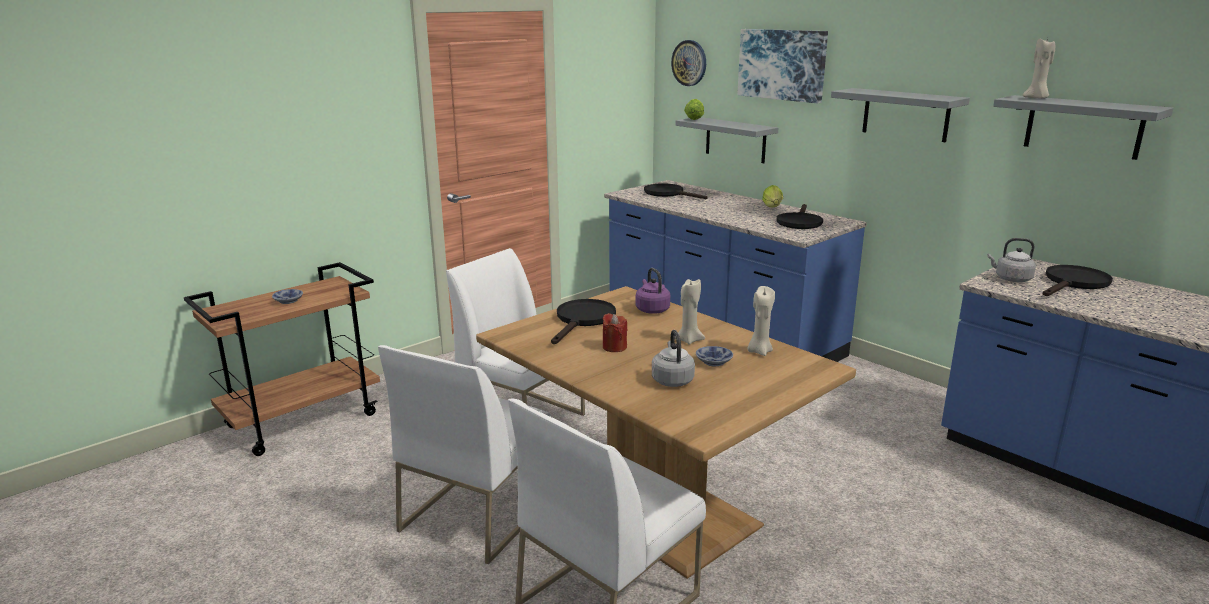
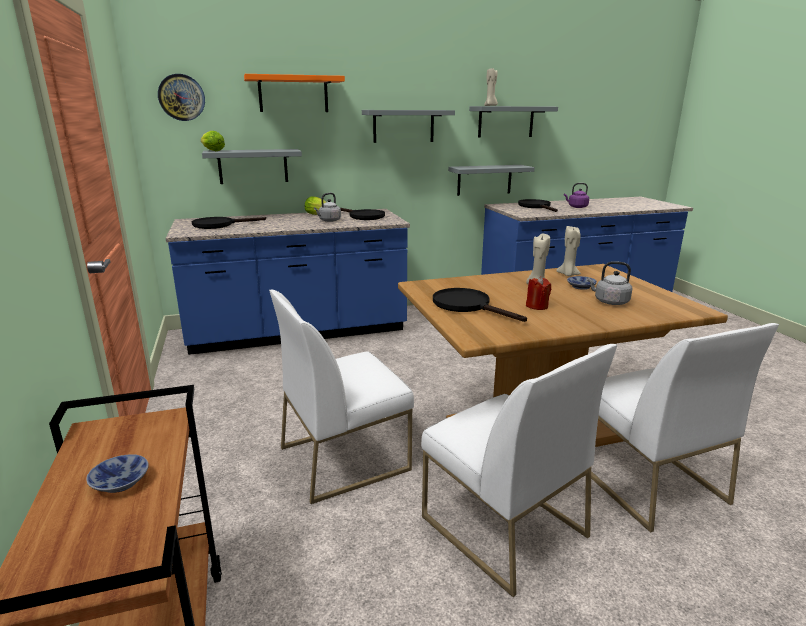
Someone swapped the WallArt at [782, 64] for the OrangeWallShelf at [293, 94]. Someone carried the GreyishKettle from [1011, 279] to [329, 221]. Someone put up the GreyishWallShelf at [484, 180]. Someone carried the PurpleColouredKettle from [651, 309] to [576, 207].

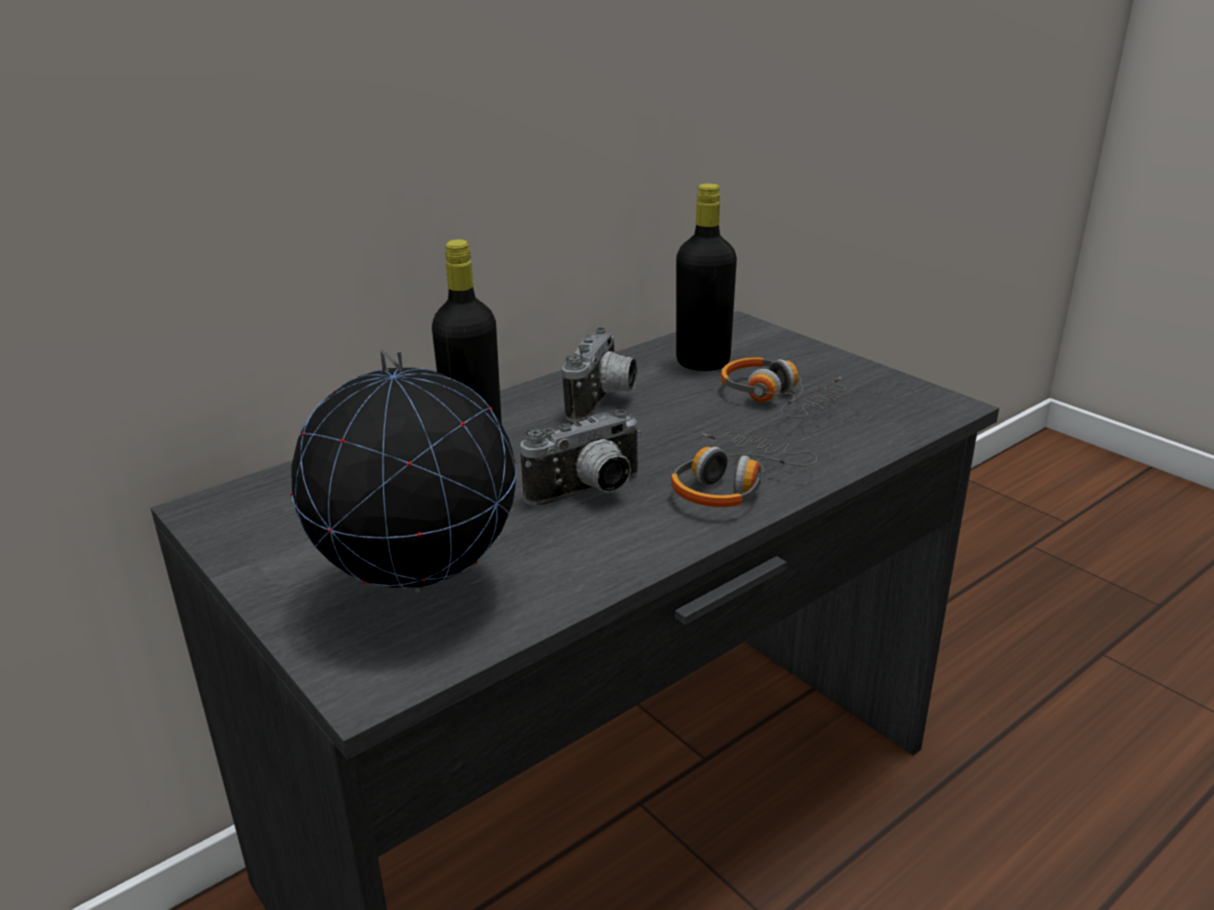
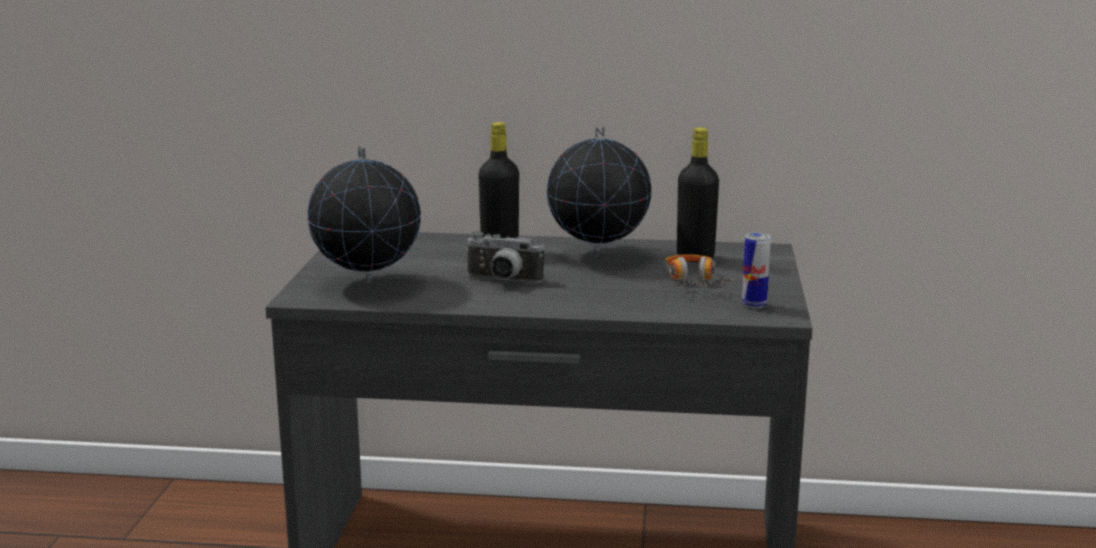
Someone swapped the StillCamera at [604, 401] for the Globe at [598, 255]. Someone put down the MetalCan at [754, 305]. Someone took away the PairOfHeadphones at [733, 484].

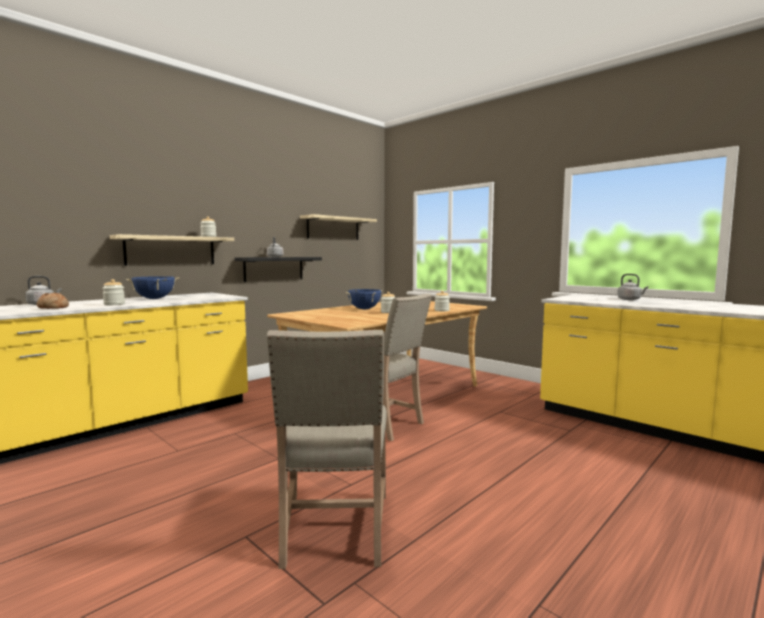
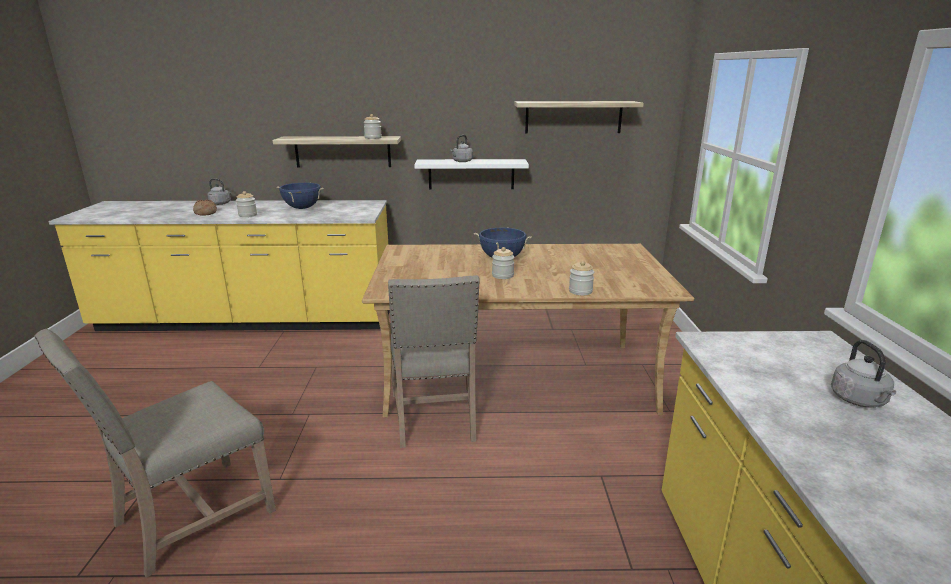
Someone repainted the BlackColouredWallShelf at [274, 268], which became the WhiteWallShelf at [471, 174].

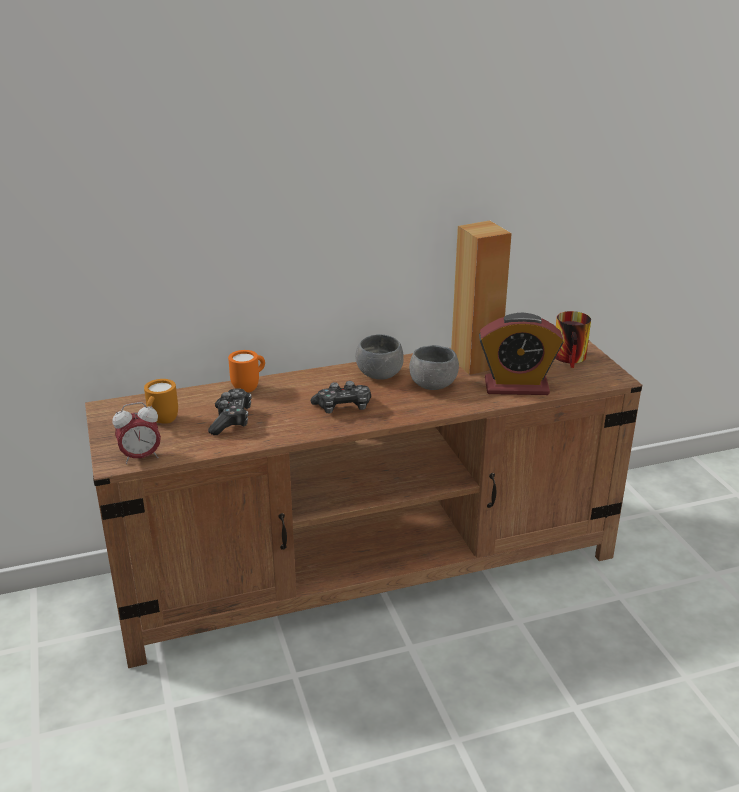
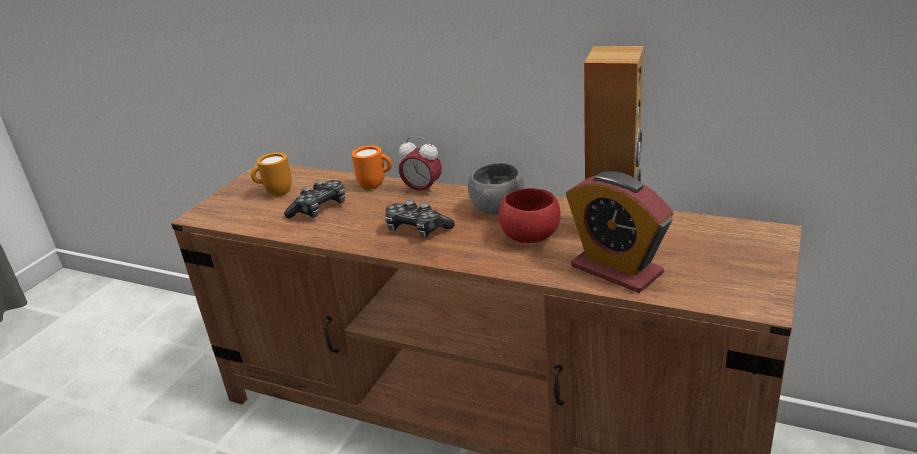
Someone carried the AlarmClock from [141, 457] to [422, 190]. Someone repainted the GreyishDeepDish at [433, 385], which became the ReddishDeepDish at [531, 236]. Someone took away the CoffeeMug at [573, 358].

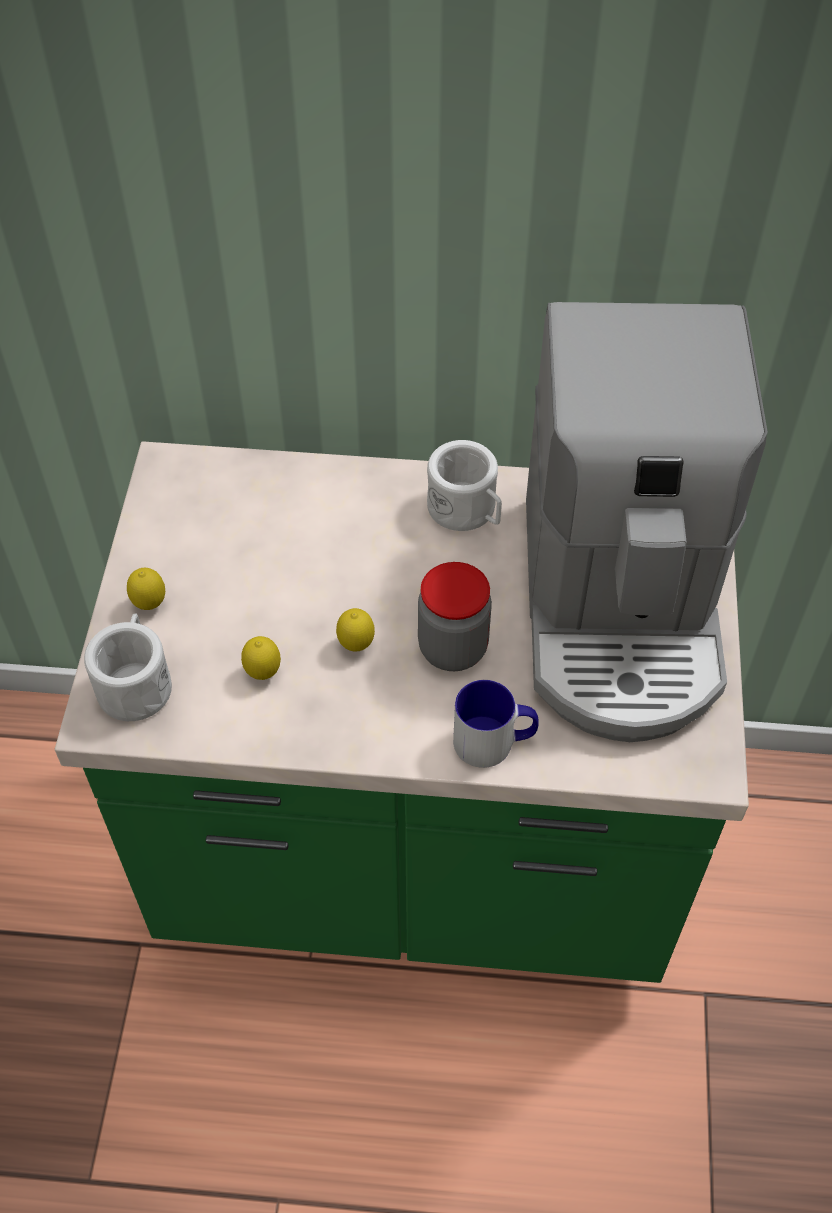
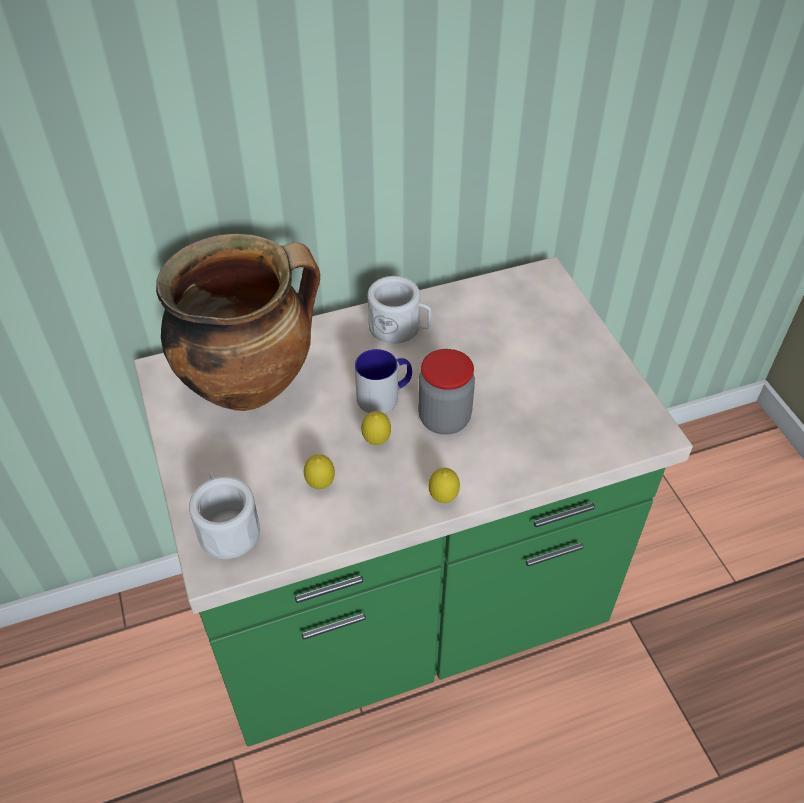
Someone put down the Stockpot at [250, 383]. Someone carried the CoffeeMug from [494, 742] to [385, 396]. Someone carried the WholeLemon from [150, 605] to [443, 498]. Someone took away the CoffeeBrewer at [620, 608].

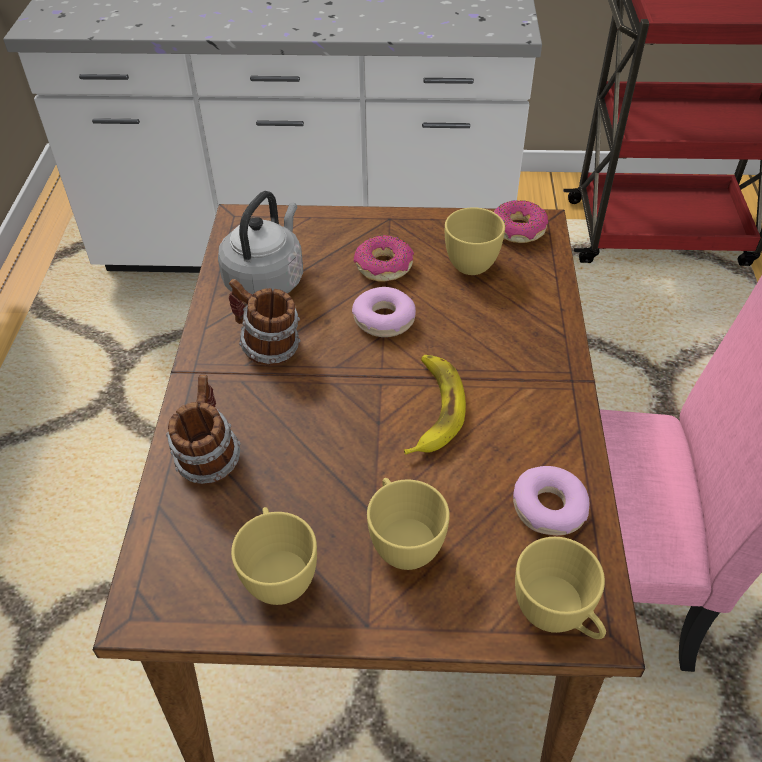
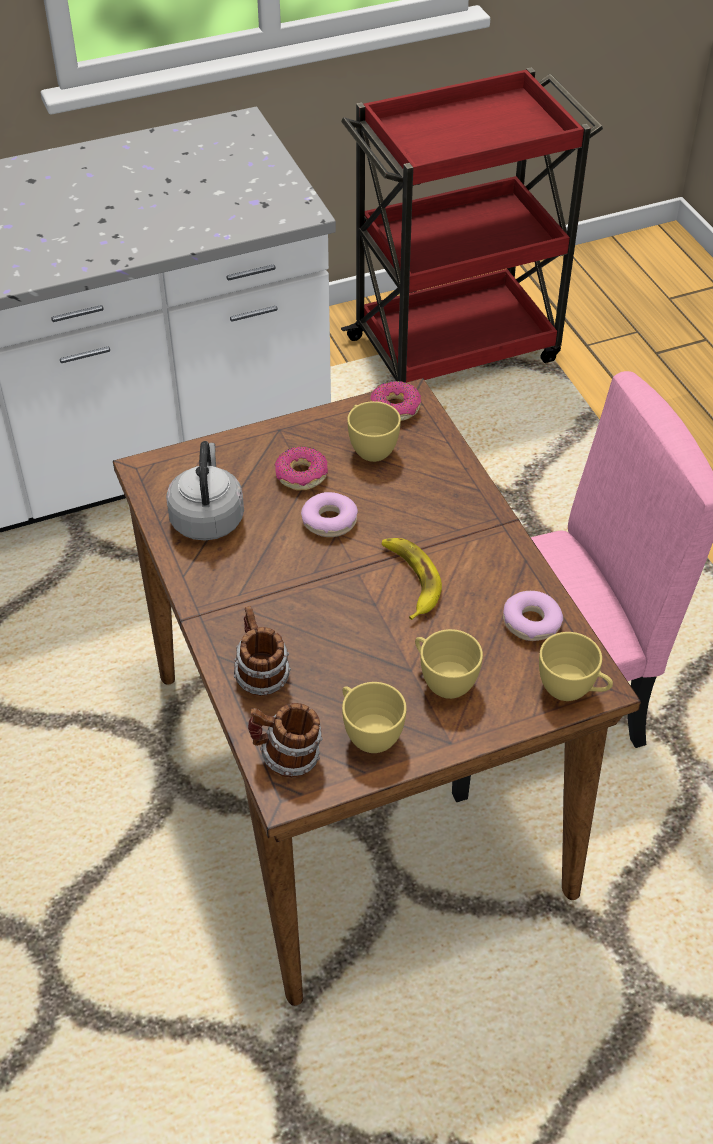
Someone carried the CoffeeMug from [267, 348] to [287, 758].

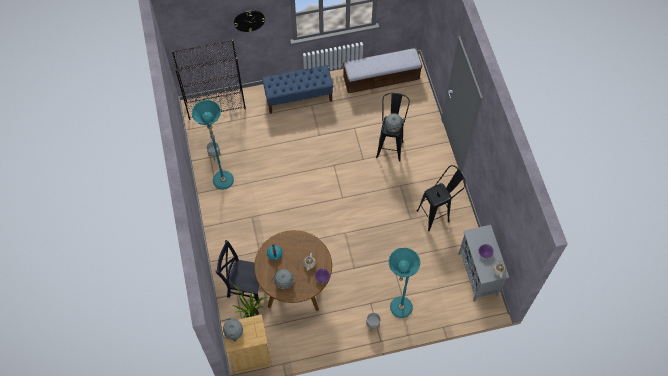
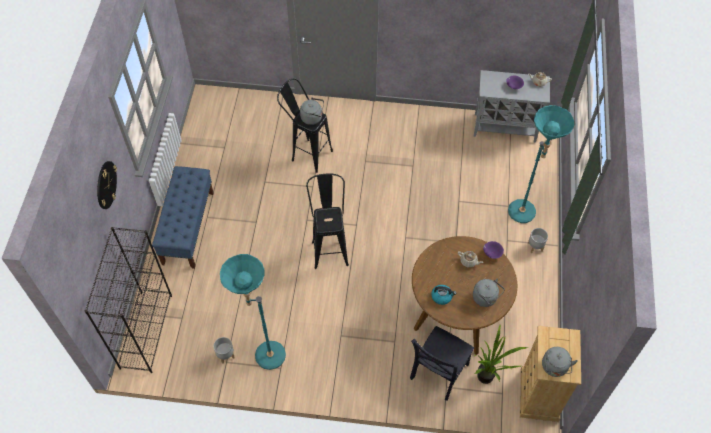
Someone carried the BlackColouredStool from [437, 214] to [329, 247]. Someone took away the LongSeat at [381, 79].

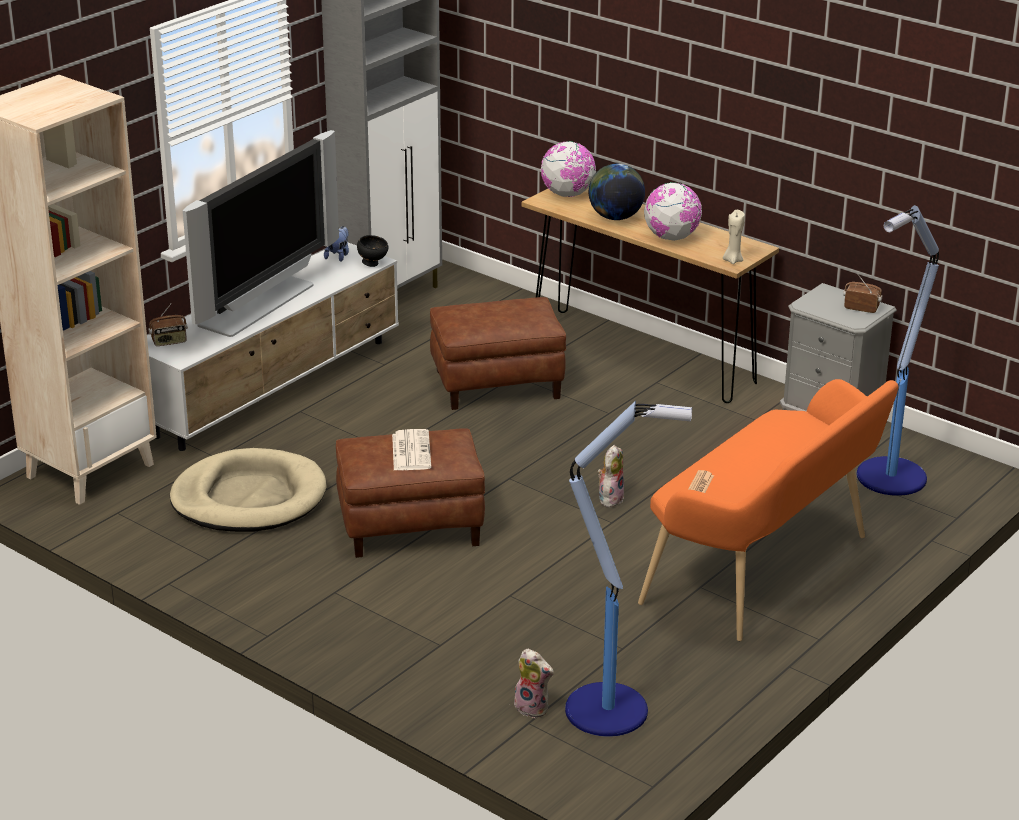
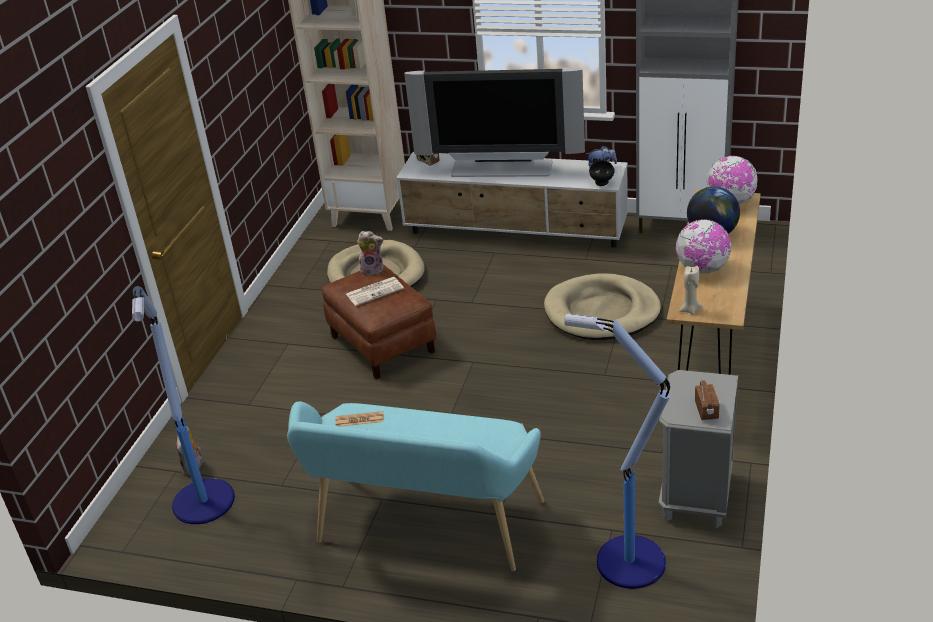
Someone repainted the OrangeLongSeat at [766, 572], which became the TurquoiseLongSeat at [424, 528]. Someone carried the SoftToy from [610, 498] to [373, 269]. Someone swapped the BrownishFootrest at [497, 384] for the SandColouredDogBed at [602, 312].

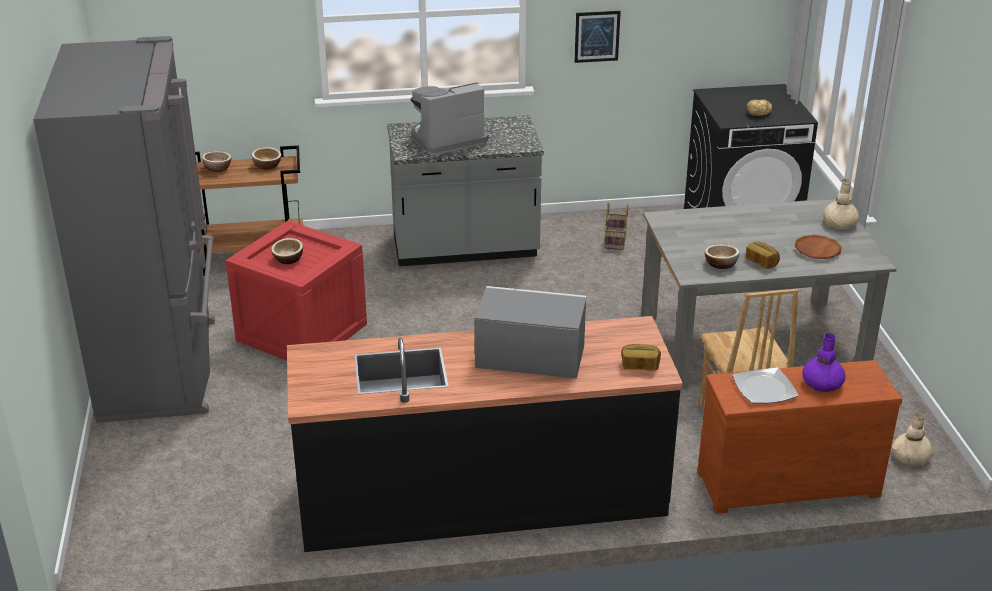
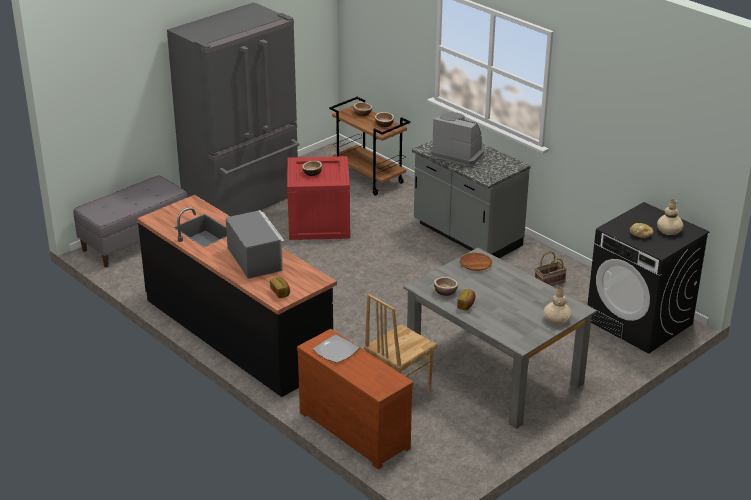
Someone put down the GreyishLongSeat at [135, 241]. Someone carried the BrownishPlate from [817, 250] to [475, 264]. Someone carried the SandColouredVase from [910, 457] to [669, 231]. Someone took away the WallArt at [597, 36]. Someone took away the PurpleColouredVase at [821, 384].

